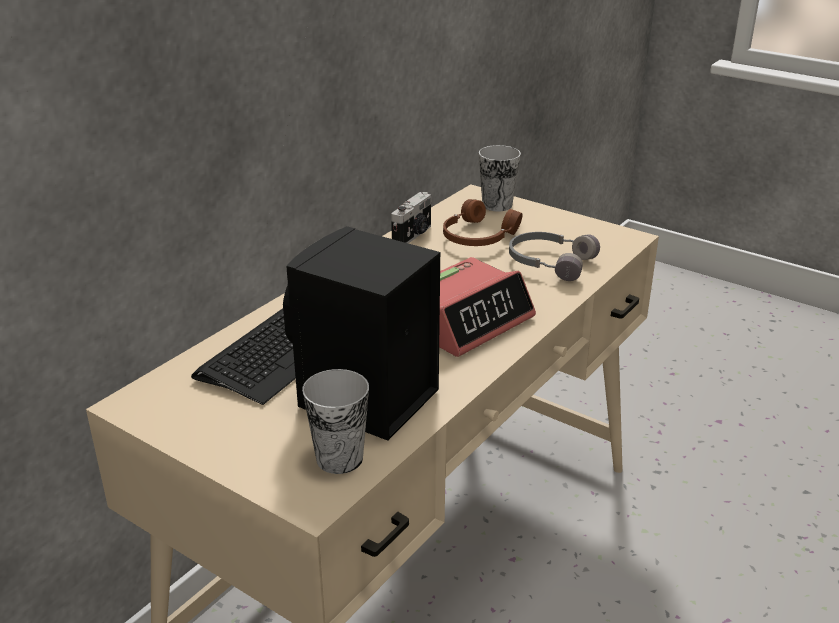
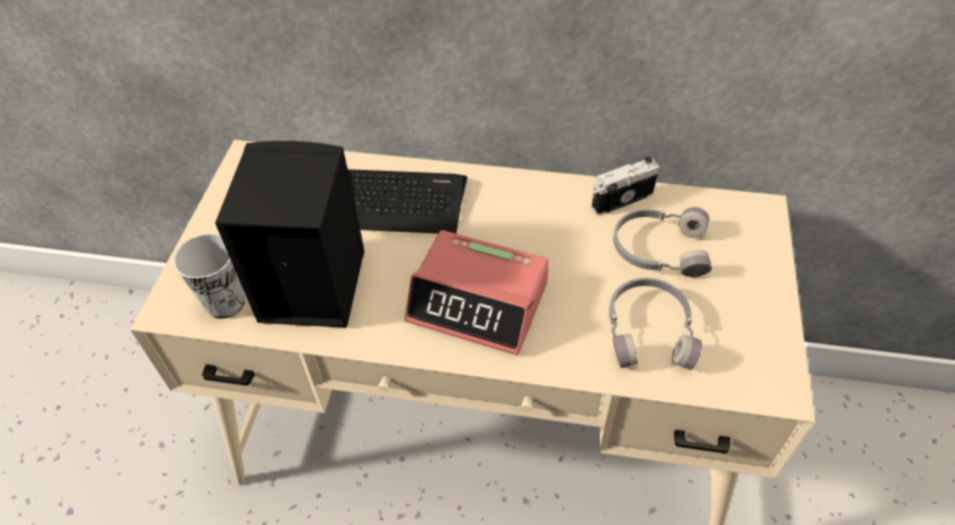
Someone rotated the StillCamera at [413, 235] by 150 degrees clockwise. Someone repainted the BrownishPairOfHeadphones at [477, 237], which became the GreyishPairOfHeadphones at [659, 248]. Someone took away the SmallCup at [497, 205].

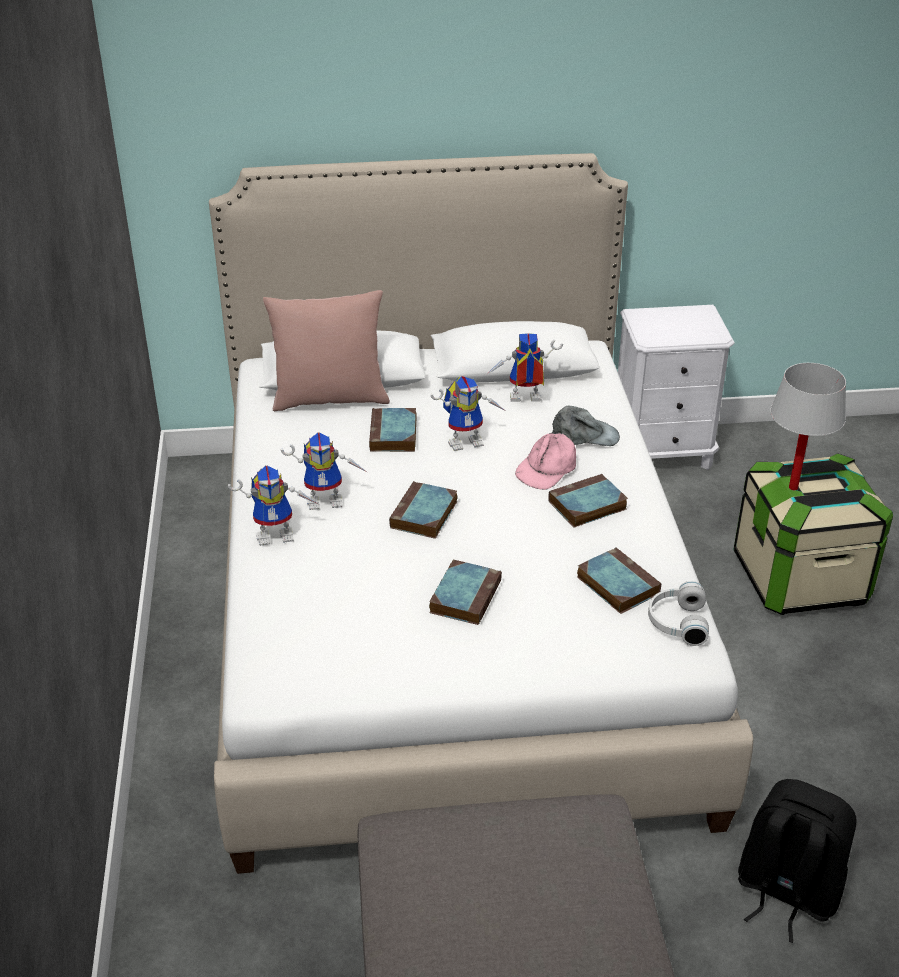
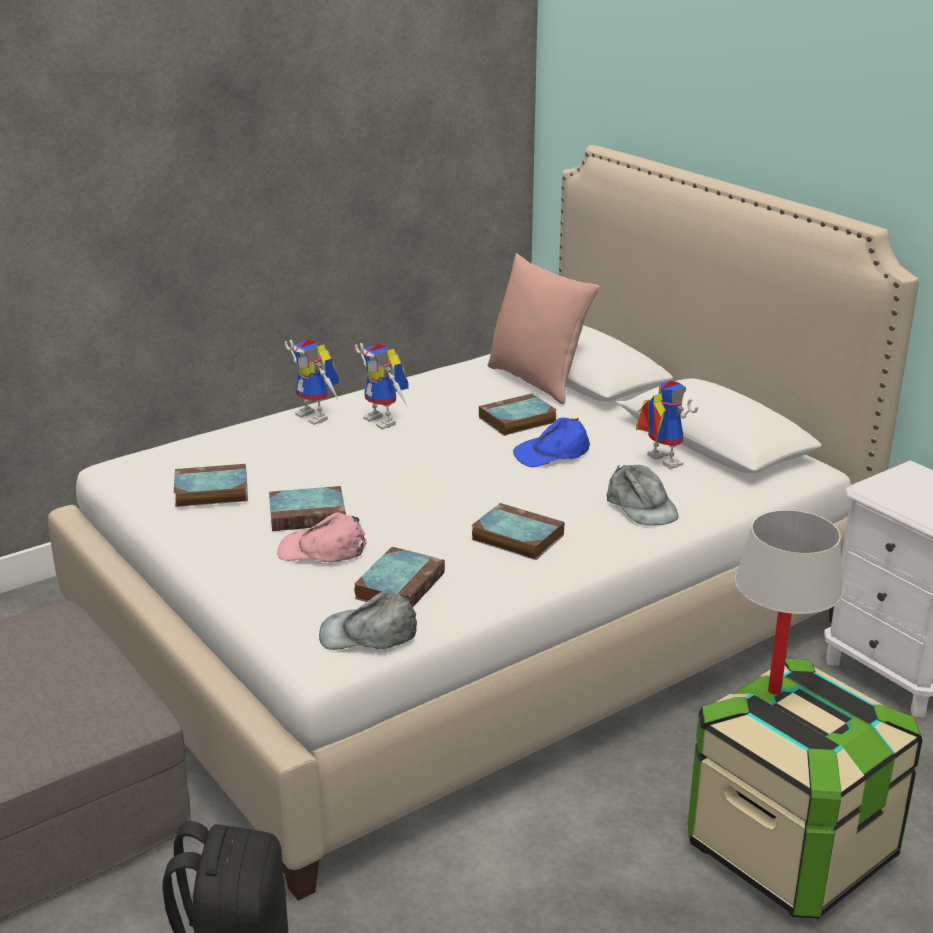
Someone carried the Volume from [424, 515] to [209, 492]. Someone carried the PinkCap from [547, 468] to [322, 550]. Someone swapped the WhitePairOfHeadphones at [676, 622] for the GreyishCap at [369, 633]. Someone swapped the RobotFigure at [467, 440] for the BlueColouredCap at [552, 453].

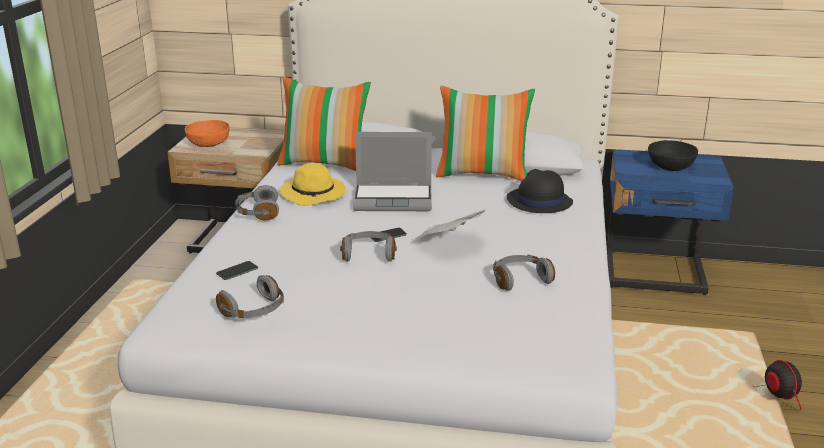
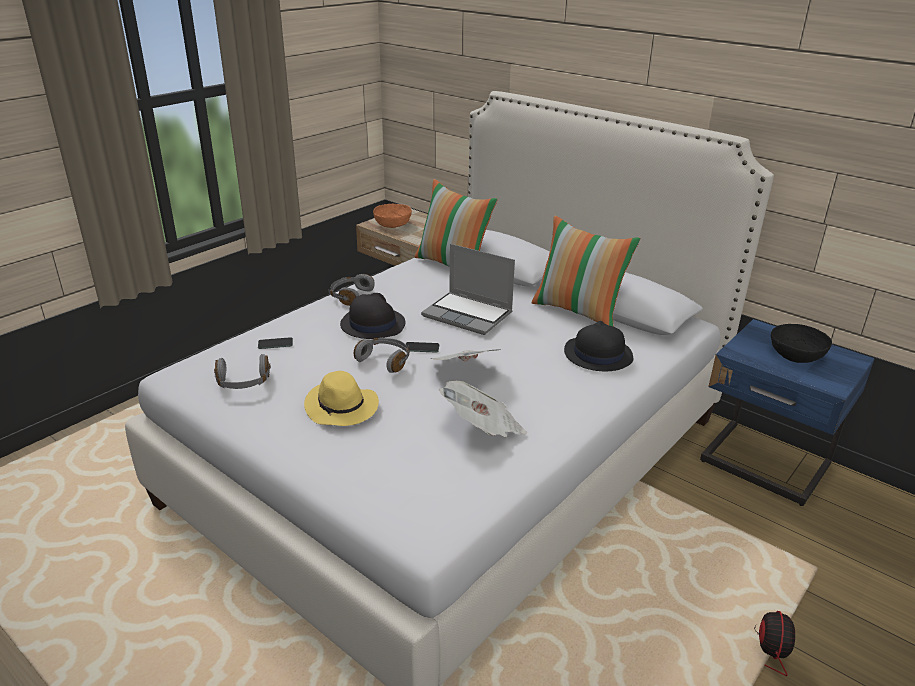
Someone carried the YellowColouredClothingHat from [314, 194] to [342, 408]. Someone put down the BlackColouredClothingHat at [372, 324]. Someone swapped the GreyishPairOfHeadphones at [520, 279] for the Newspaper at [483, 428].

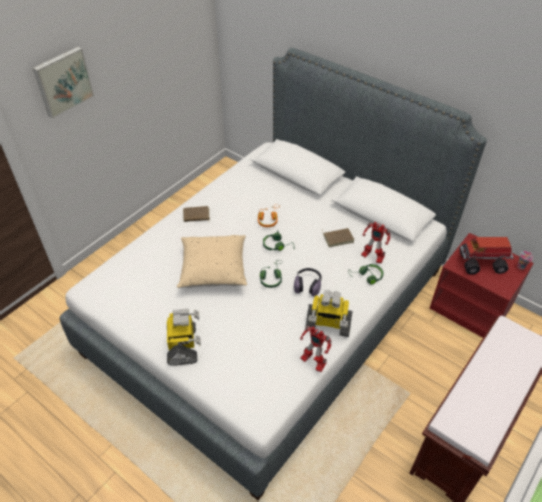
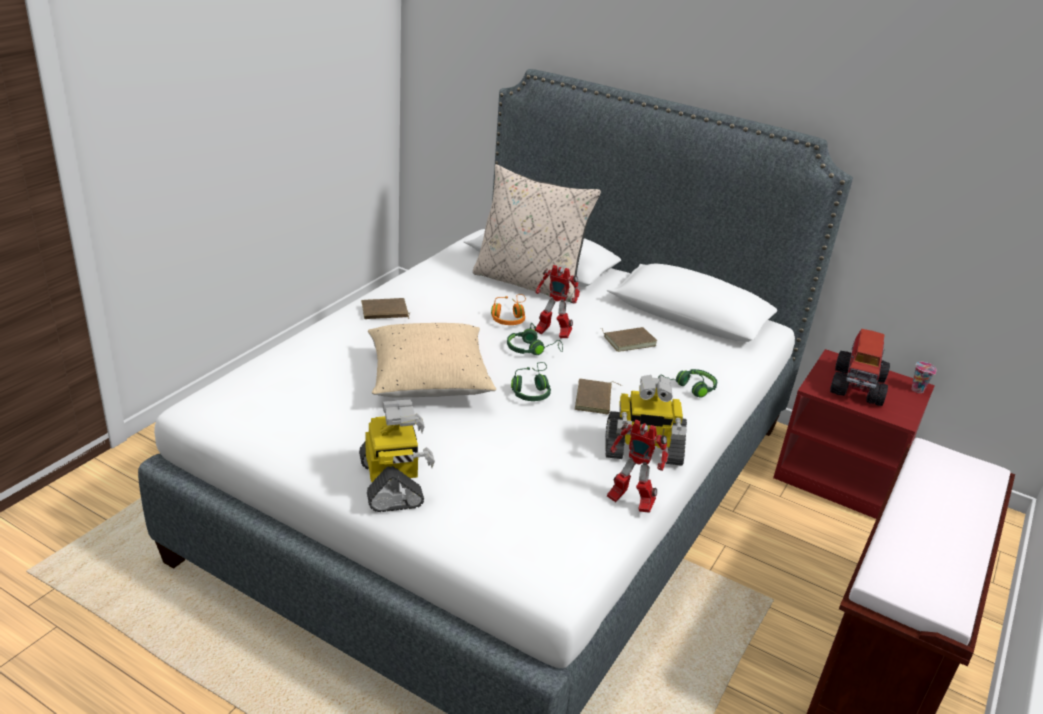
Someone put down the SandColouredCushion at [529, 283]. Someone carried the RobotFigure from [372, 257] to [552, 333]. Someone swapped the PairOfHeadphones at [308, 285] for the BrownishVolume at [595, 399]. Someone rotated the ModelTruck at [482, 263] by 60 degrees counterclockwise. Someone took away the WallArt at [63, 81].

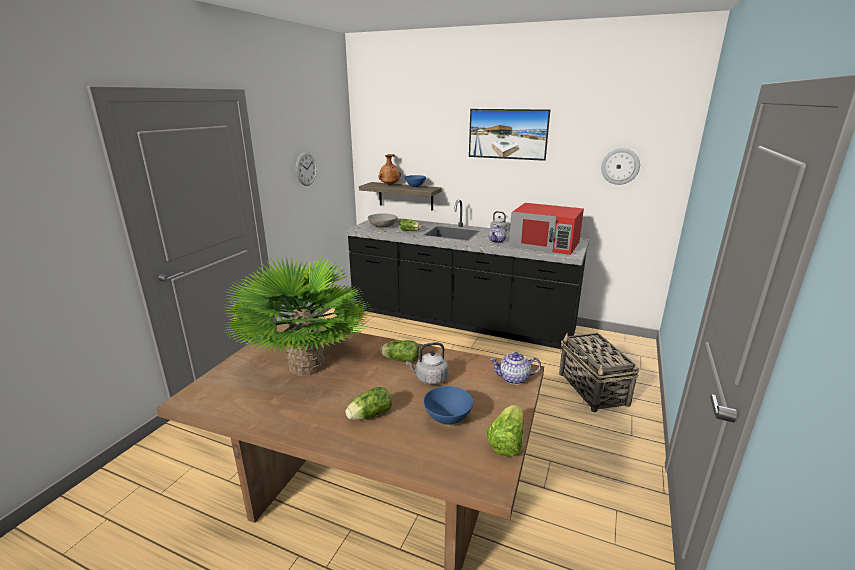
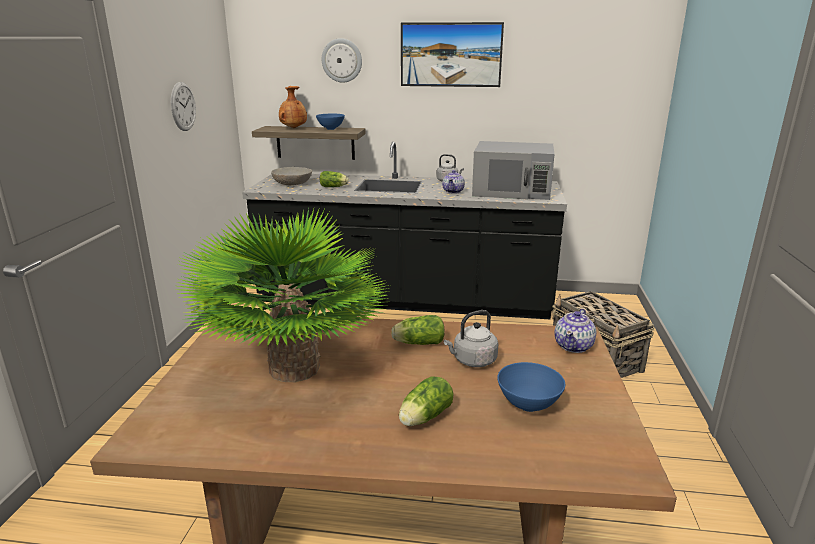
Someone carried the ClockOnTheWall from [620, 166] to [342, 60]. Someone repainted the ReddishMicrowave at [545, 244], which became the GreyishMicrowave at [512, 190]. Someone rotated the PotForTea at [514, 379] by 45 degrees counterclockwise. Someone took away the HeadOfLettuce at [506, 442].

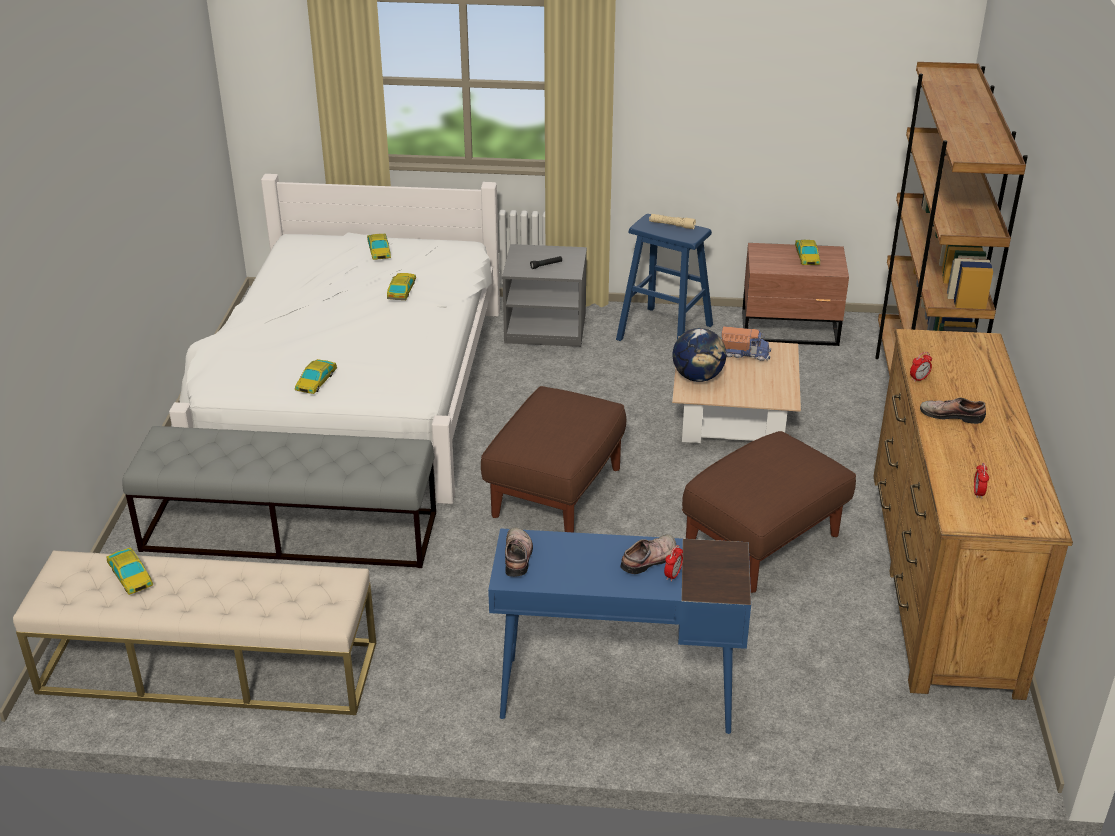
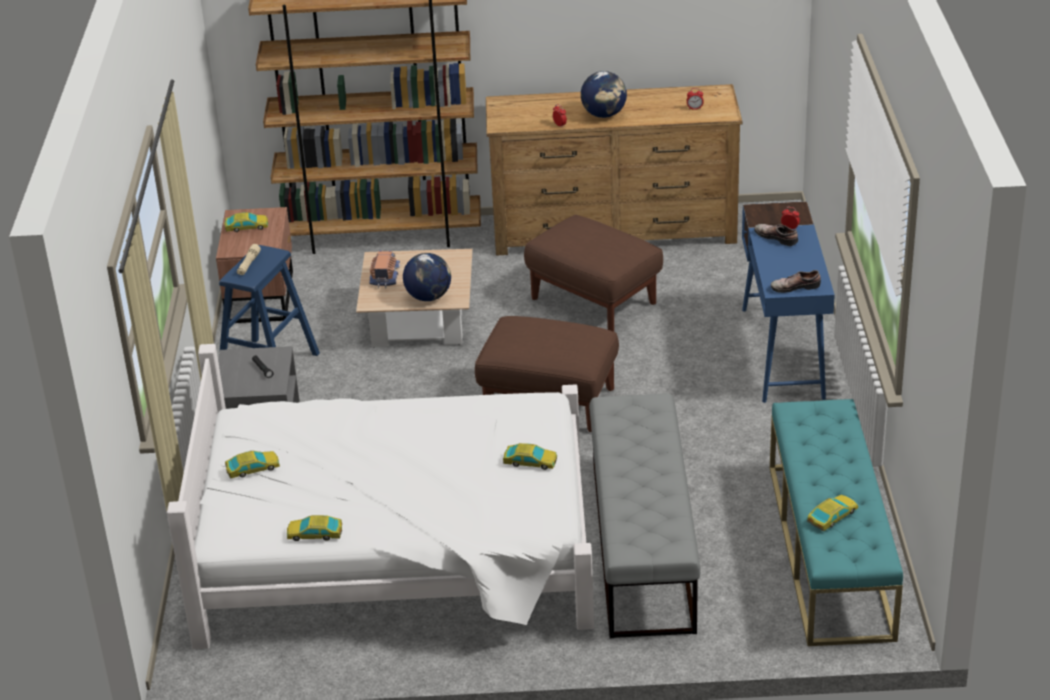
Someone carried the ModelCar from [401, 290] to [315, 534]. Someone swapped the ItemOfFootwear at [951, 414] for the Globe at [604, 115]. Someone repainted the SandColouredLongSeat at [208, 668], which became the TurquoiseLongSeat at [830, 550].

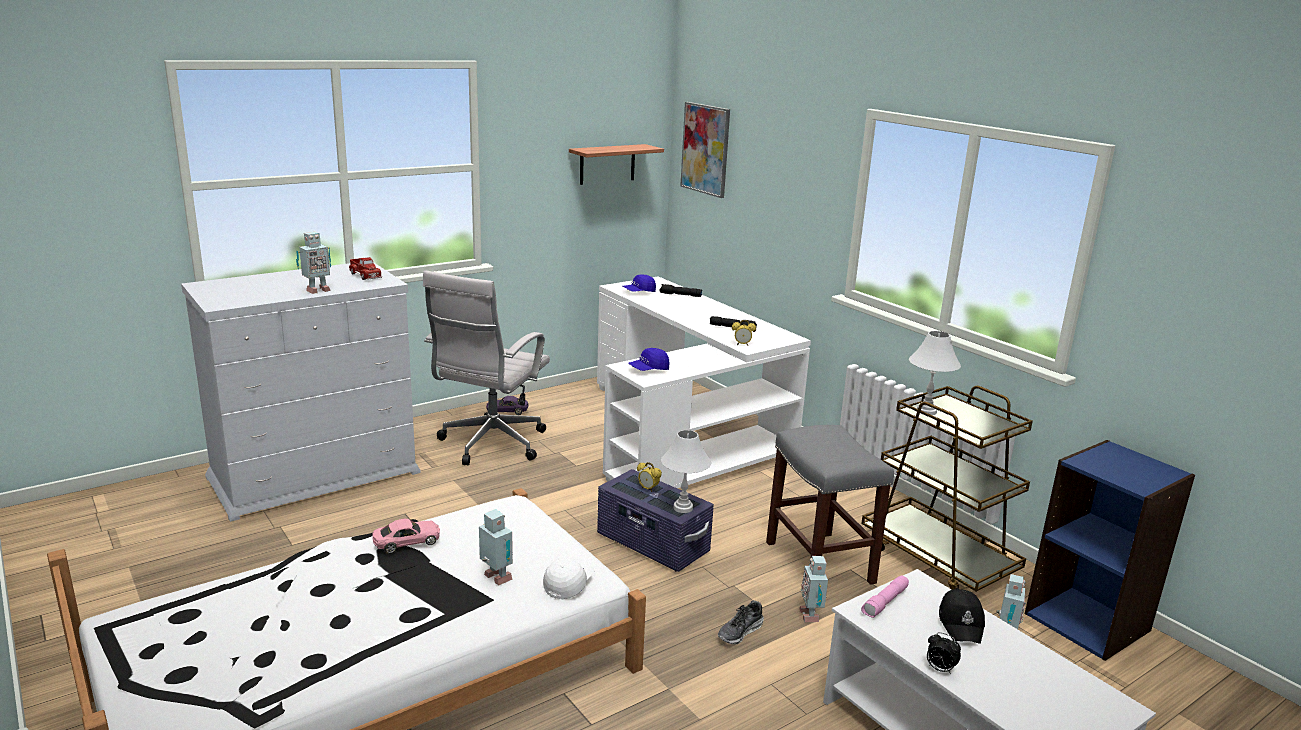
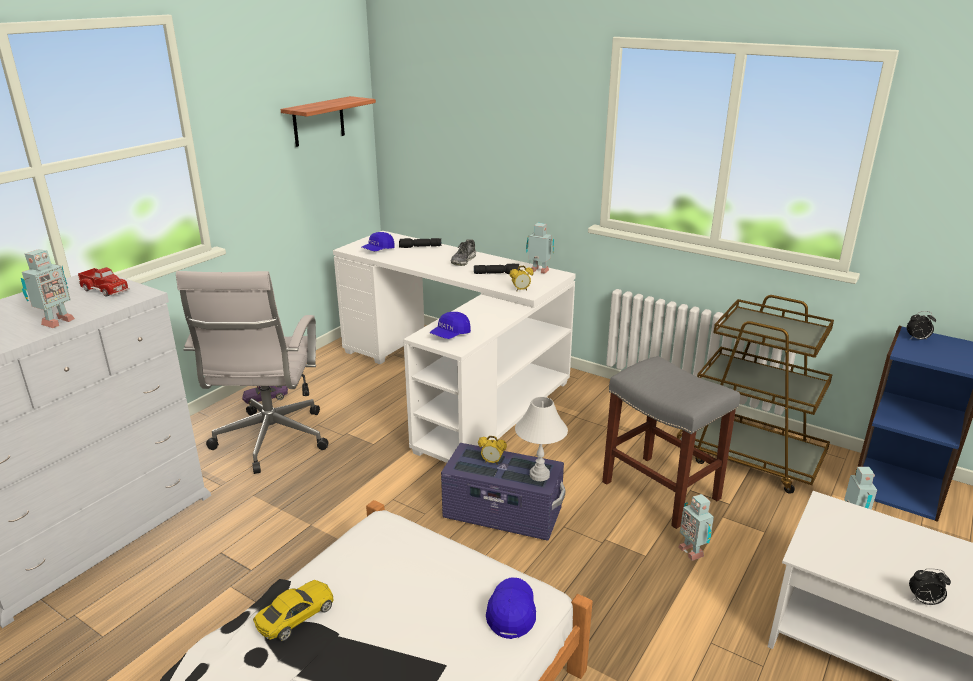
Someone repainted the PinkModelCar at [407, 542], which became the YellowColouredModelCar at [296, 616]. Someone carried the ItemOfFootwear from [740, 632] to [463, 260]. Someone repainted the WhiteCap at [569, 583], which became the BlueColouredCap at [511, 613]. Someone carried the RobotFigure from [496, 579] to [539, 271]. Someone put down the AlarmClock at [917, 339]. Someone took away the WallArt at [705, 149]. Someone took away the PinkHandTorch at [885, 603]. Someone took away the WhiteLampForATable at [926, 411]. Someone took away the BlackColouredCap at [961, 623].

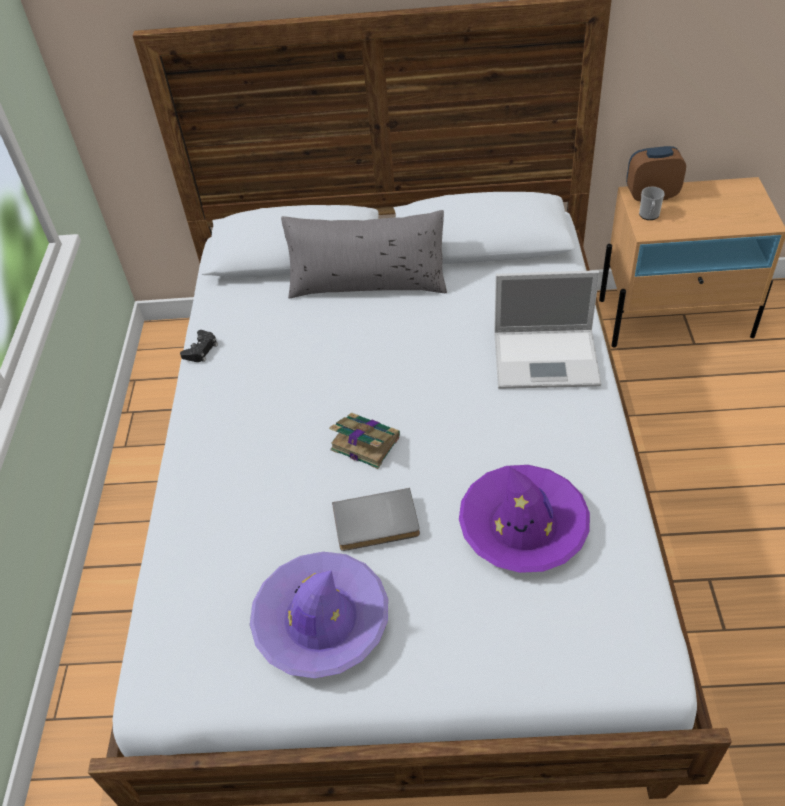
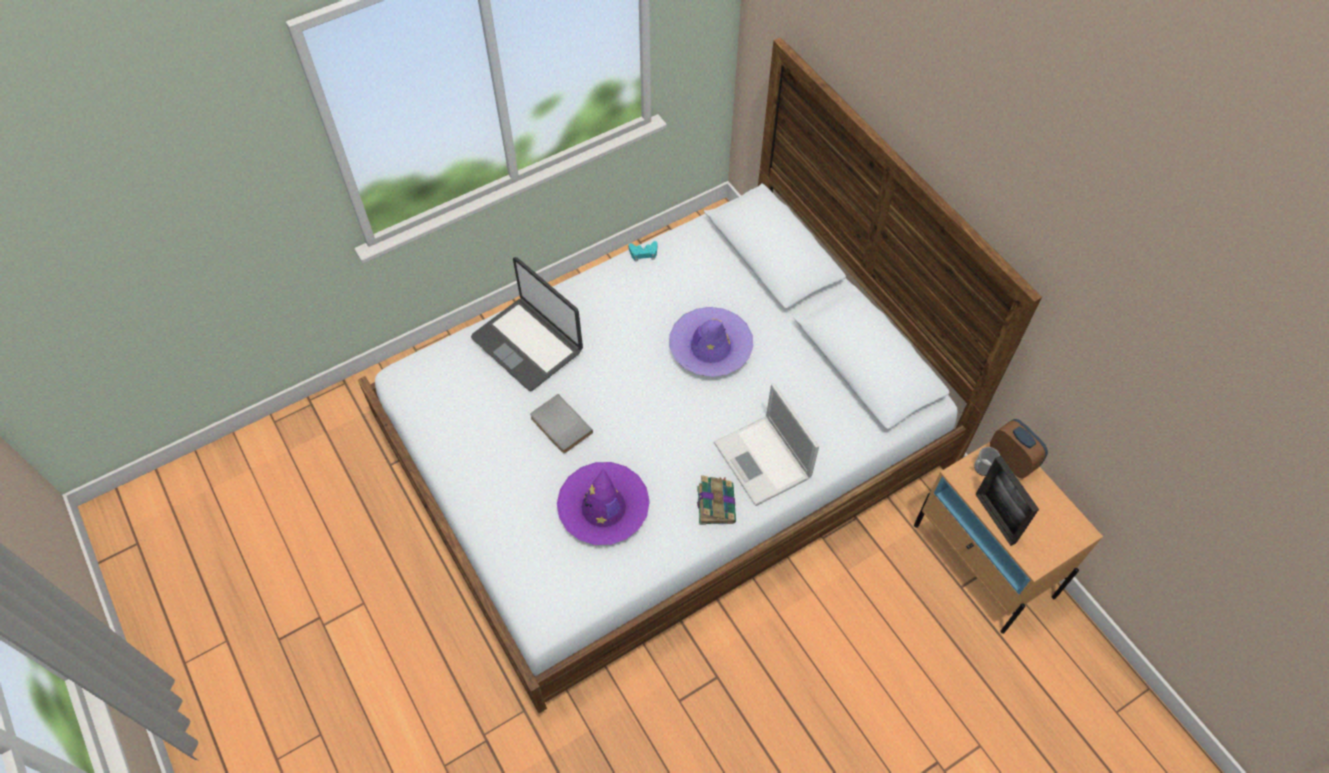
Someone put down the NotebookComputer at [528, 344]. Someone repainted the BlackColouredJoypad at [201, 350], which became the TurquoiseJoypad at [643, 253]. Someone carried the PurpleColouredClothingHat from [321, 621] to [710, 347]. Someone carried the Volume from [364, 442] to [716, 503]. Someone put down the StandingFrame at [995, 518]. Someone took away the GreyishCushion at [367, 283].

